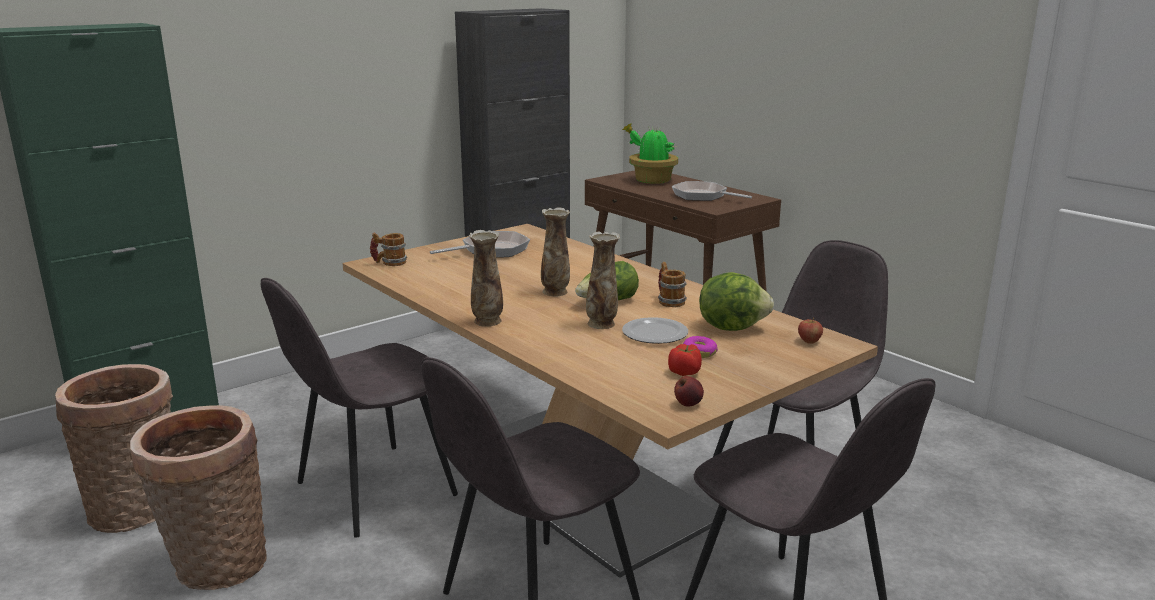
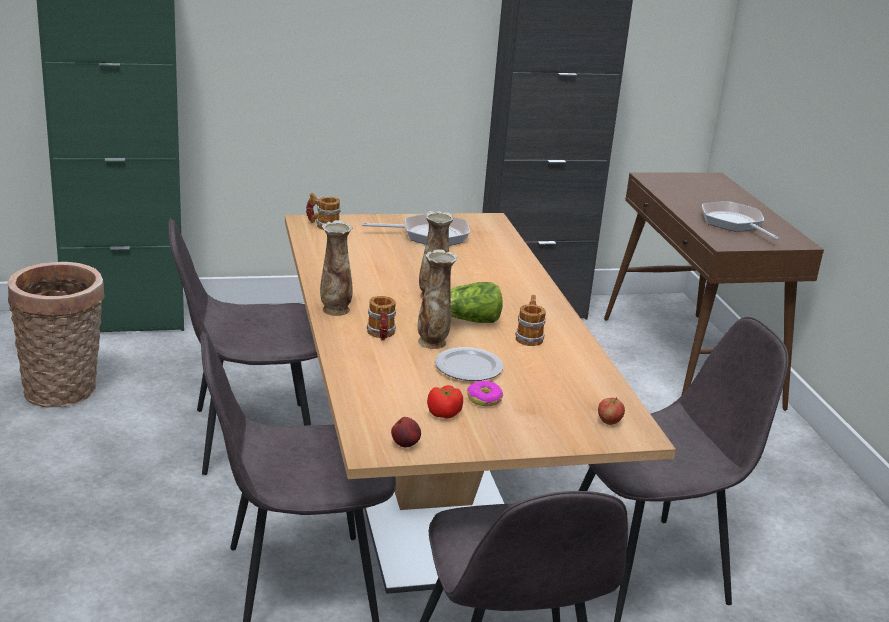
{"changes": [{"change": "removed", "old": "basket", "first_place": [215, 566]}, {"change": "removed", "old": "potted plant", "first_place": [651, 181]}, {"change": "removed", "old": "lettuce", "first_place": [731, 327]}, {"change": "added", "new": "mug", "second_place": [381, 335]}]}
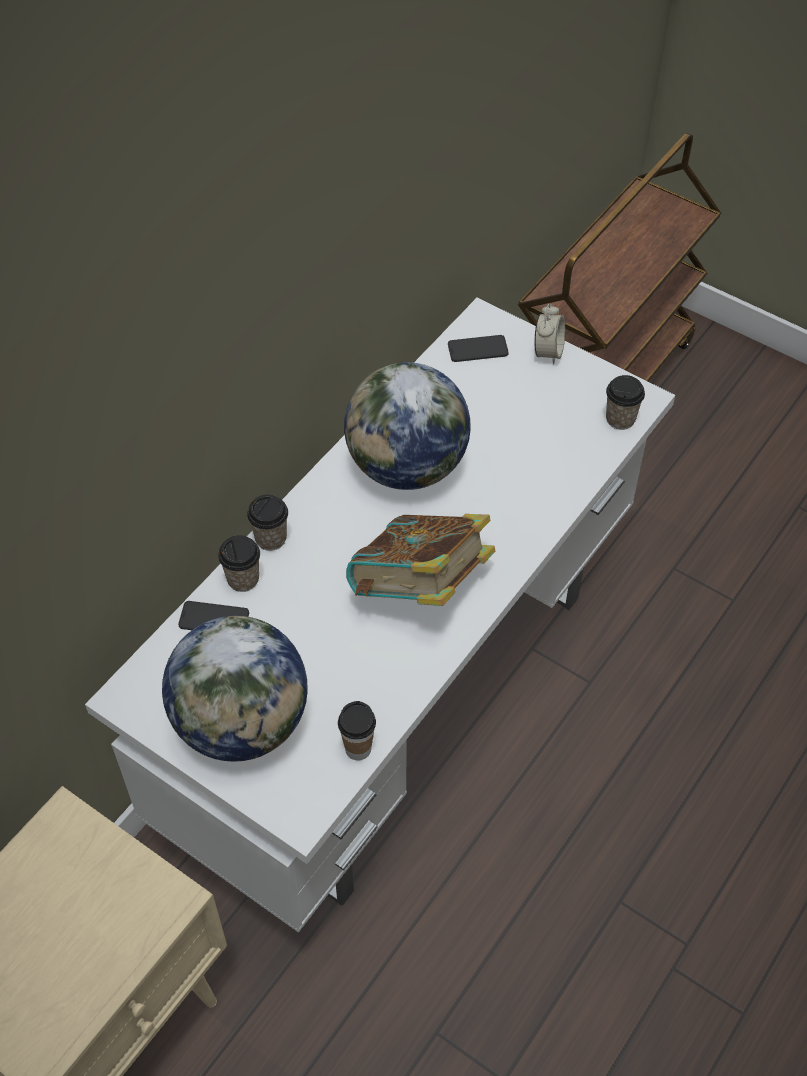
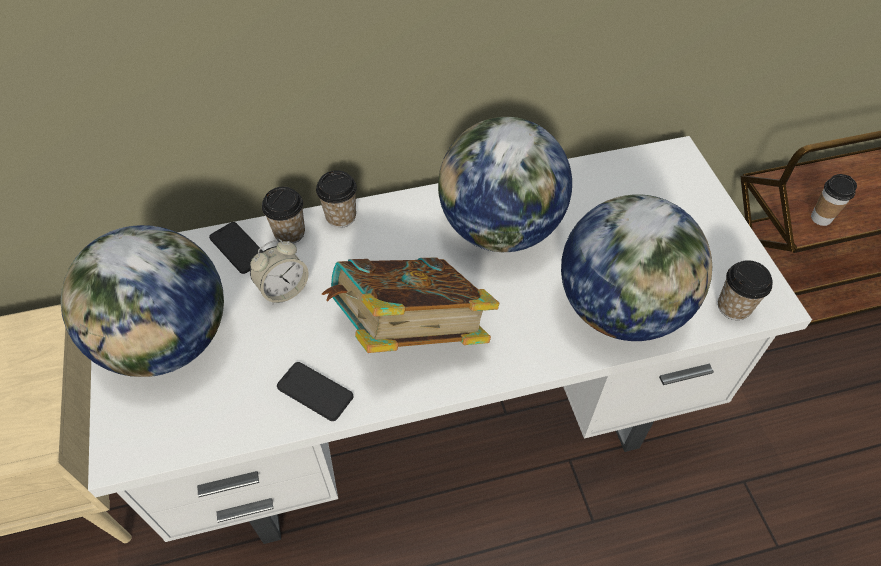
{"changes": [{"change": "added", "new": "globe", "second_place": [620, 308]}, {"change": "moved", "old": "cup", "first_place": [358, 749], "second_place": [821, 218]}, {"change": "moved", "old": "phone", "first_place": [478, 349], "second_place": [315, 391]}, {"change": "moved", "old": "alarm clock", "first_place": [548, 352], "second_place": [283, 289]}]}
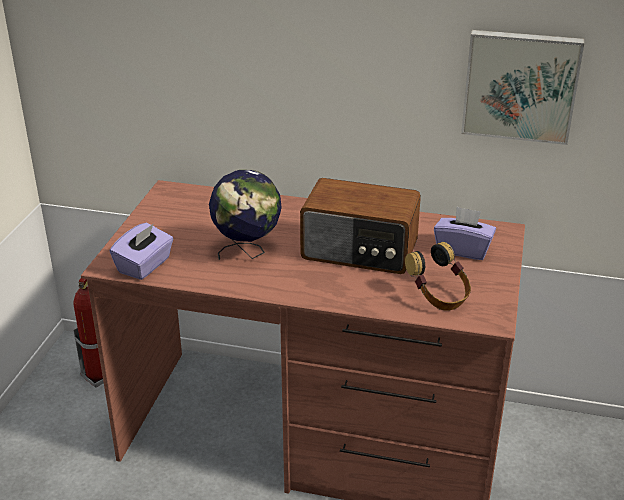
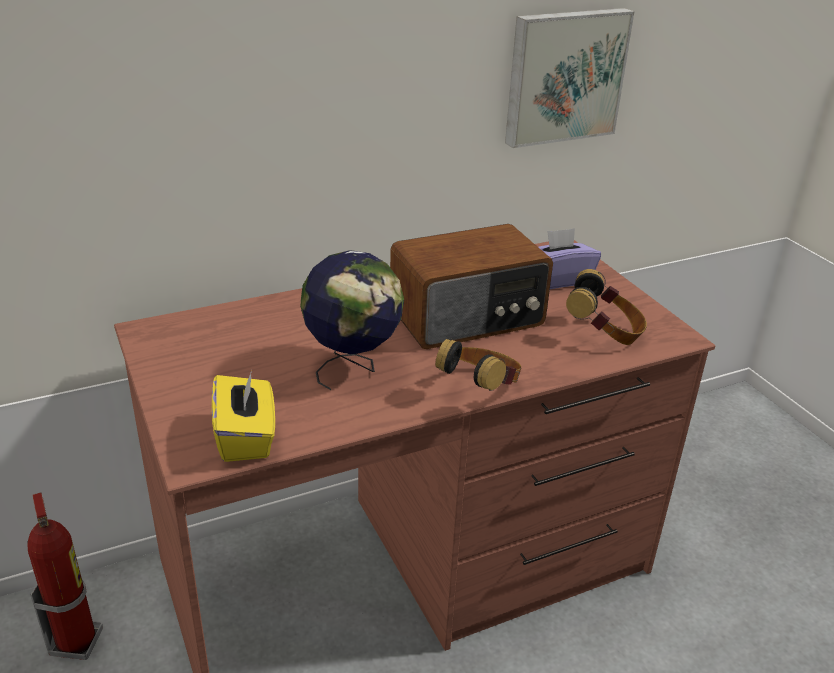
{"changes": [{"change": "added", "new": "headphones", "second_place": [480, 390]}, {"change": "recoloured", "old": "purple tissue box", "new": "yellow tissue box", "first_place": [145, 266], "second_place": [246, 437]}]}
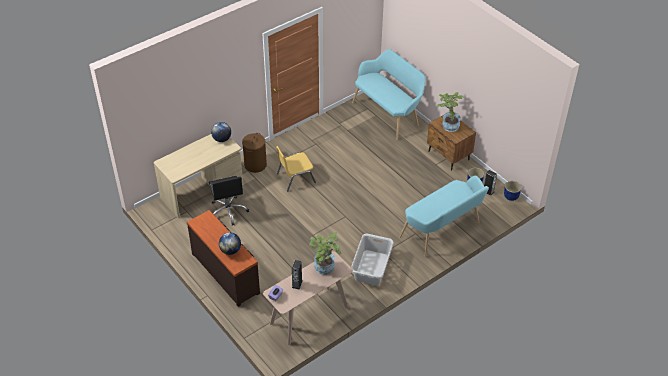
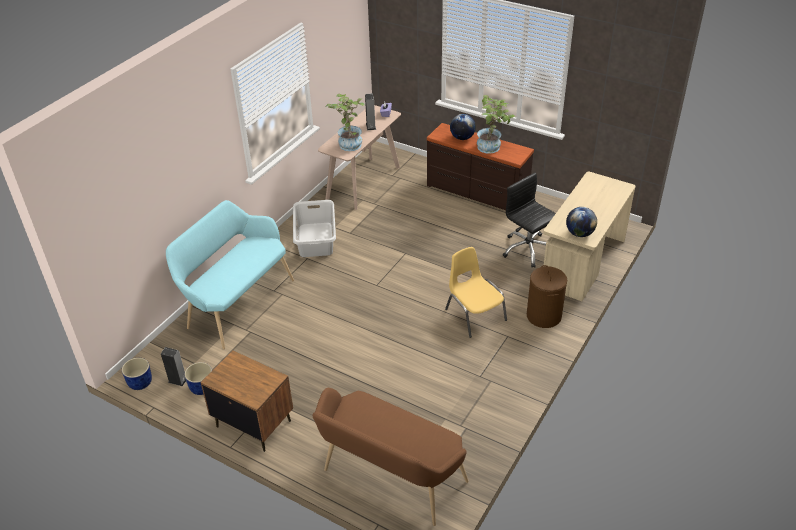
{"changes": [{"change": "moved", "old": "potted plant", "first_place": [448, 125], "second_place": [492, 147]}, {"change": "recoloured", "old": "turquoise bench", "new": "brown bench", "first_place": [388, 113], "second_place": [389, 479]}, {"change": "turned", "old": "yellow chair", "first_place": [295, 178], "second_place": [474, 314], "degrees": -75}]}
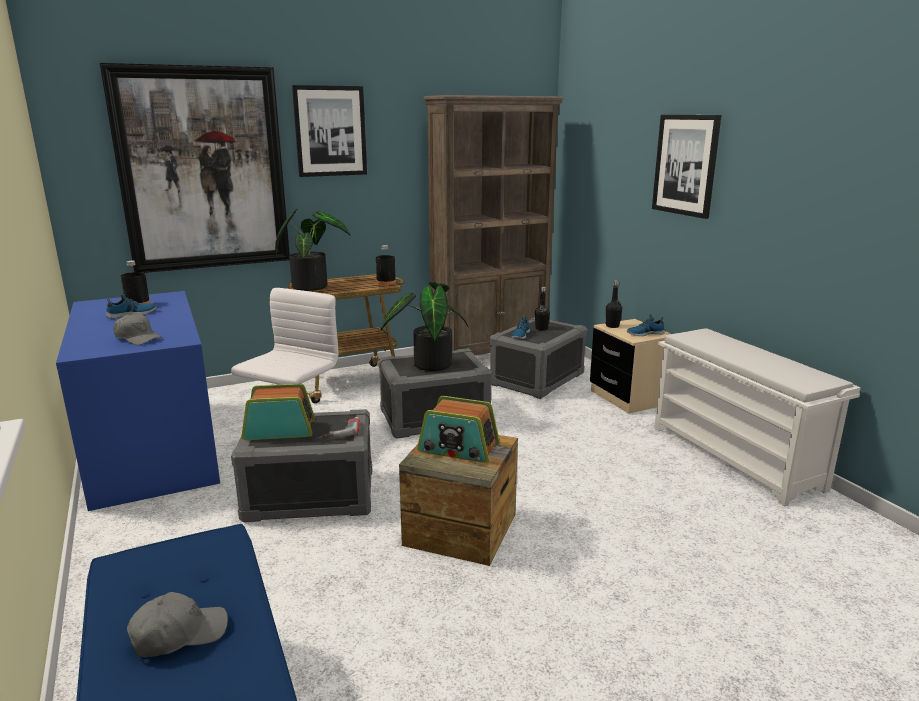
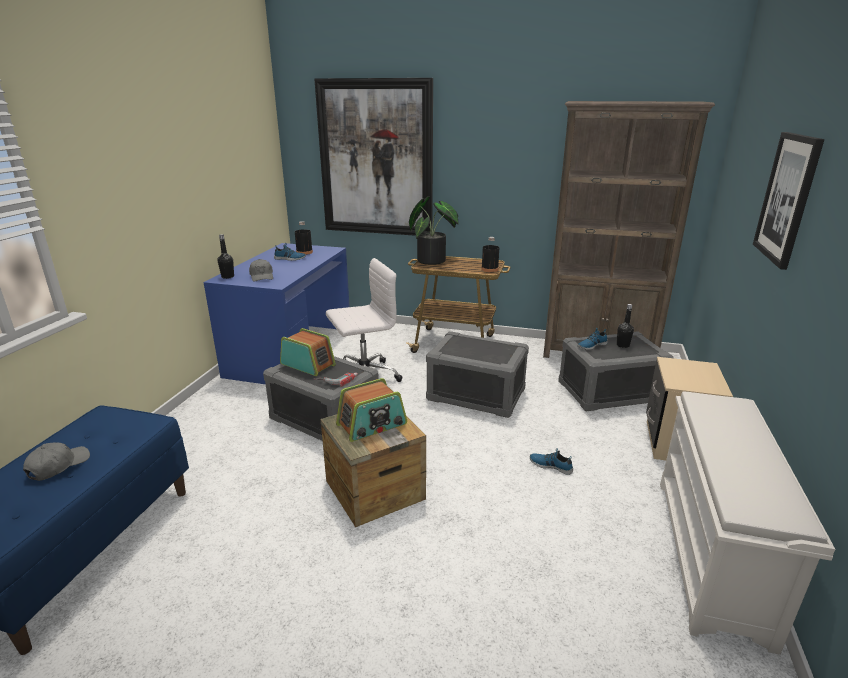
{"changes": [{"change": "removed", "old": "picture", "first_place": [330, 131]}, {"change": "removed", "old": "potted plant", "first_place": [429, 363]}, {"change": "moved", "old": "black bottle", "first_place": [612, 326], "second_place": [228, 277]}, {"change": "moved", "old": "shoe", "first_place": [645, 333], "second_place": [551, 465]}, {"change": "turned", "old": "grey cap", "first_place": [179, 634], "second_place": [58, 466], "degrees": -75}, {"change": "turned", "old": "radio", "first_place": [458, 448], "second_place": [372, 425], "degrees": -90}]}
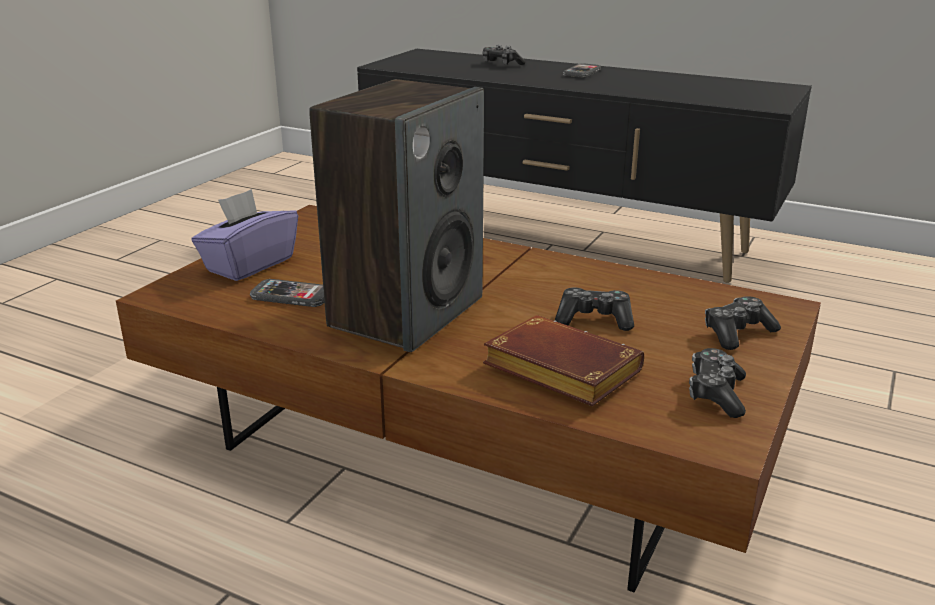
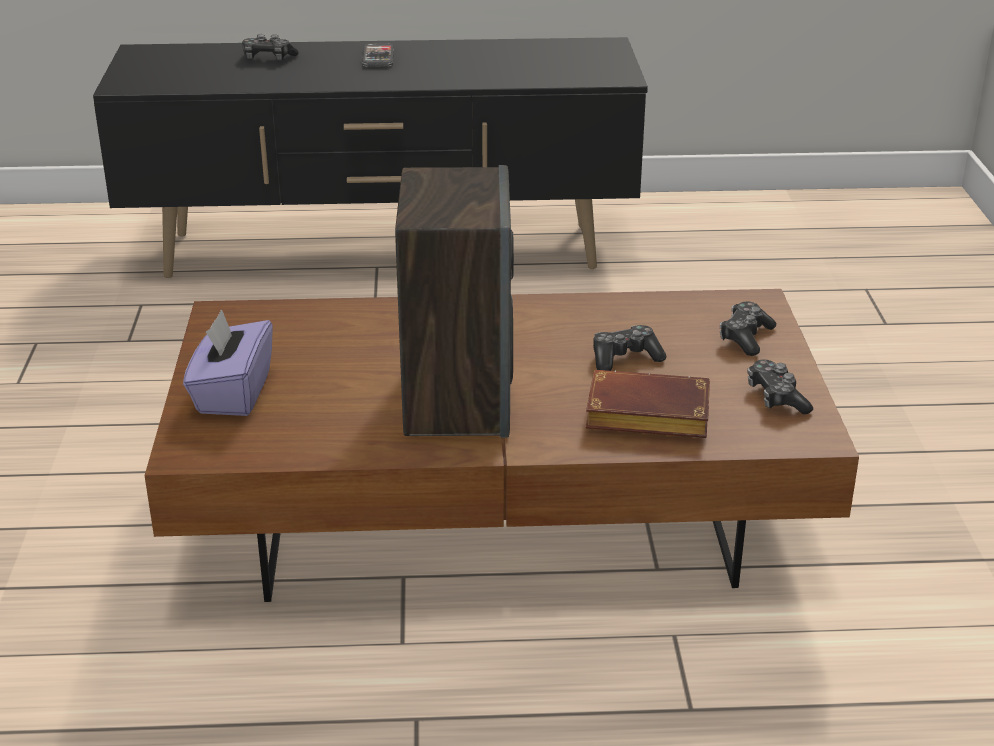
{"changes": [{"change": "removed", "old": "phone", "first_place": [291, 296]}]}
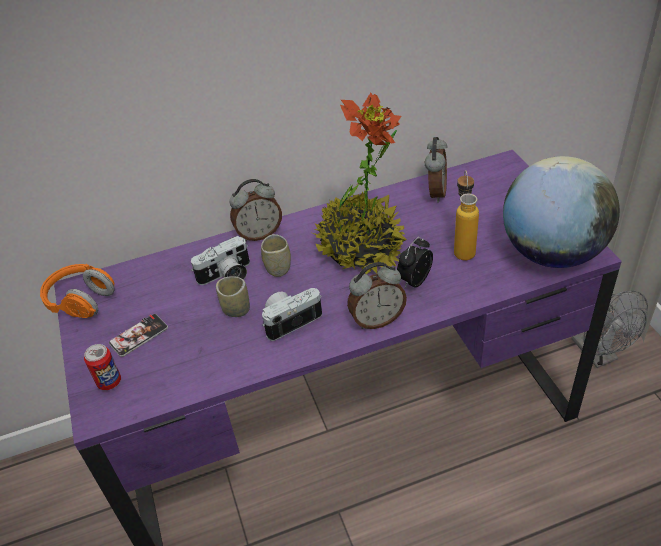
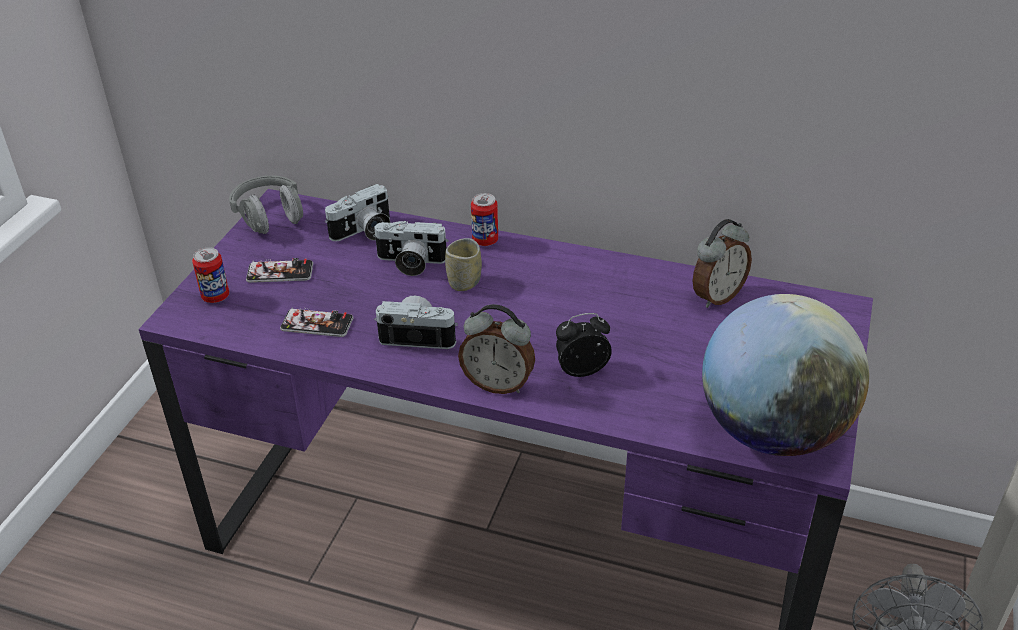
{"changes": [{"change": "removed", "old": "cup", "first_place": [236, 309]}, {"change": "removed", "old": "potted plant", "first_place": [361, 248]}, {"change": "removed", "old": "bottle", "first_place": [463, 248]}, {"change": "added", "new": "phone", "second_place": [317, 324]}, {"change": "added", "new": "photo camera", "second_place": [364, 232]}, {"change": "replaced", "old": "alarm clock", "new": "can", "first_place": [259, 234], "second_place": [485, 241]}, {"change": "recoloured", "old": "orange headphones", "new": "grey headphones", "first_place": [82, 301], "second_place": [270, 217]}]}
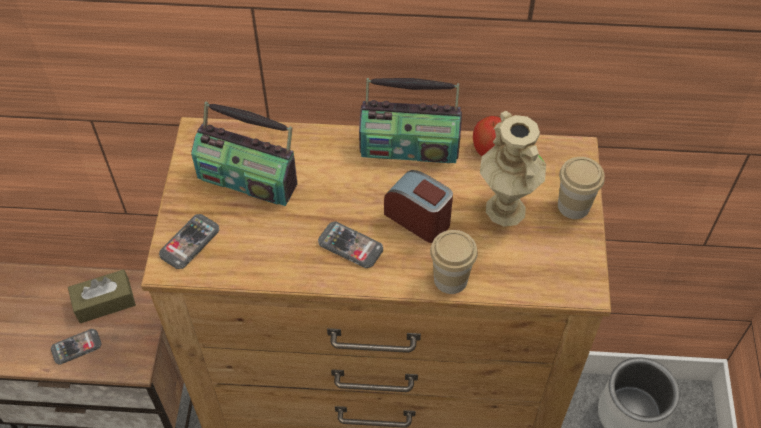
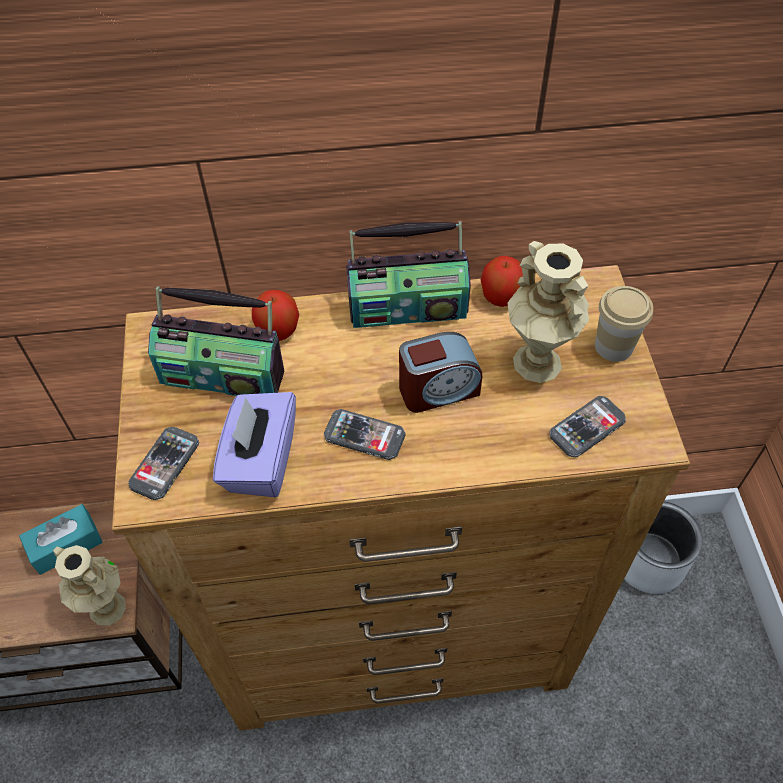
{"changes": [{"change": "removed", "old": "cup", "first_place": [450, 279]}, {"change": "added", "new": "beige vase", "second_place": [106, 608]}, {"change": "added", "new": "purple tissue box", "second_place": [260, 461]}, {"change": "added", "new": "apple", "second_place": [278, 331]}, {"change": "moved", "old": "phone", "first_place": [76, 347], "second_place": [587, 428]}, {"change": "recoloured", "old": "brown tissue box", "new": "turquoise tissue box", "first_place": [104, 302], "second_place": [66, 545]}, {"change": "turned", "old": "alarm clock", "first_place": [418, 218], "second_place": [438, 390], "degrees": 135}]}
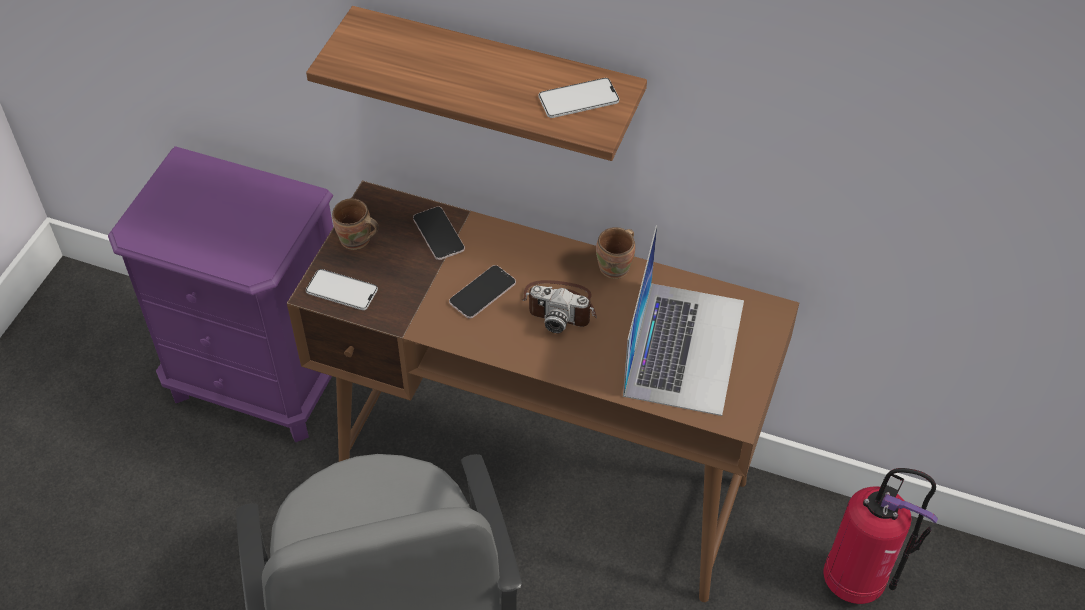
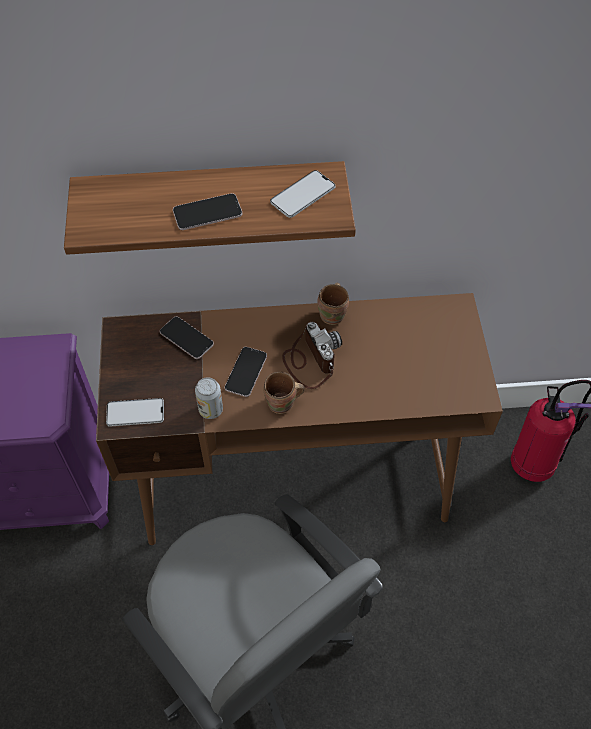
{"changes": [{"change": "removed", "old": "laptop", "first_place": [684, 347]}, {"change": "added", "new": "phone", "second_place": [207, 212]}, {"change": "added", "new": "can", "second_place": [210, 410]}, {"change": "moved", "old": "brown mug", "first_place": [356, 241], "second_place": [282, 404]}, {"change": "turned", "old": "photo camera", "first_place": [560, 306], "second_place": [310, 360], "degrees": -105}]}
